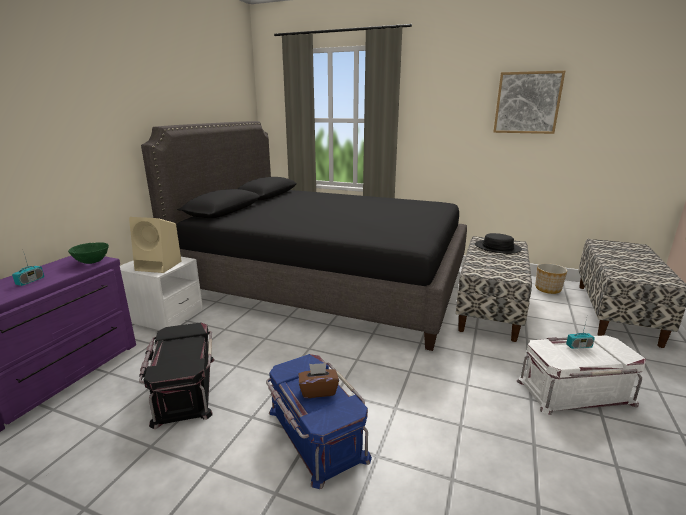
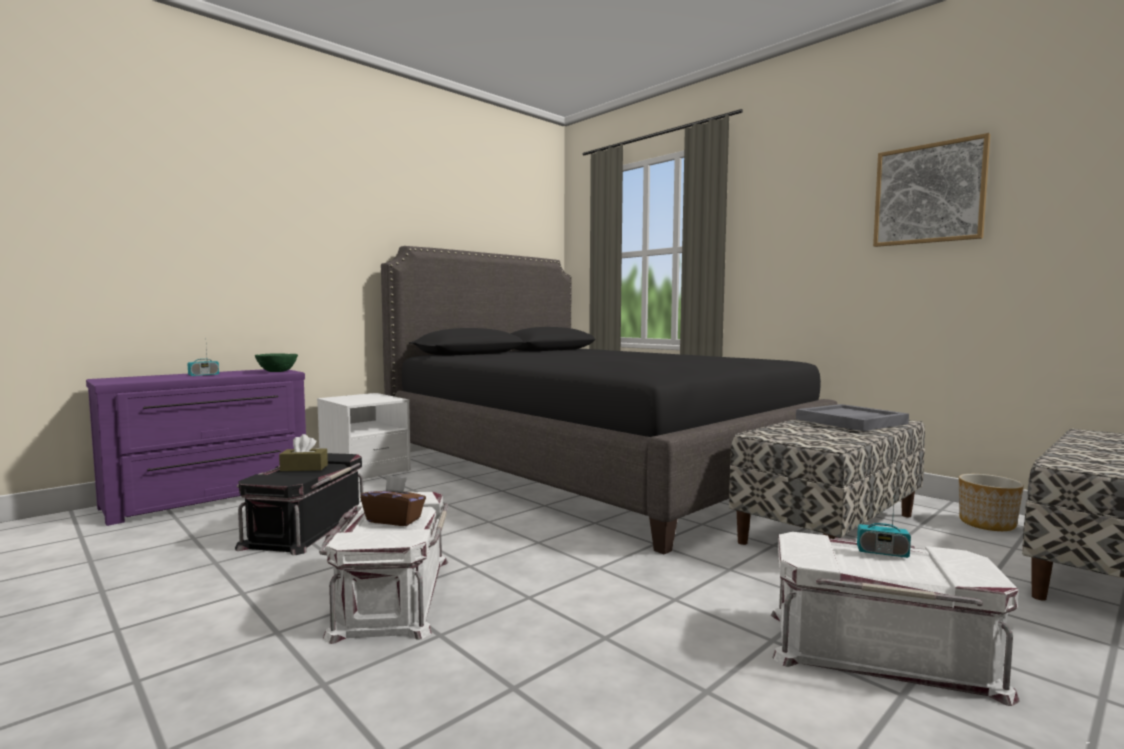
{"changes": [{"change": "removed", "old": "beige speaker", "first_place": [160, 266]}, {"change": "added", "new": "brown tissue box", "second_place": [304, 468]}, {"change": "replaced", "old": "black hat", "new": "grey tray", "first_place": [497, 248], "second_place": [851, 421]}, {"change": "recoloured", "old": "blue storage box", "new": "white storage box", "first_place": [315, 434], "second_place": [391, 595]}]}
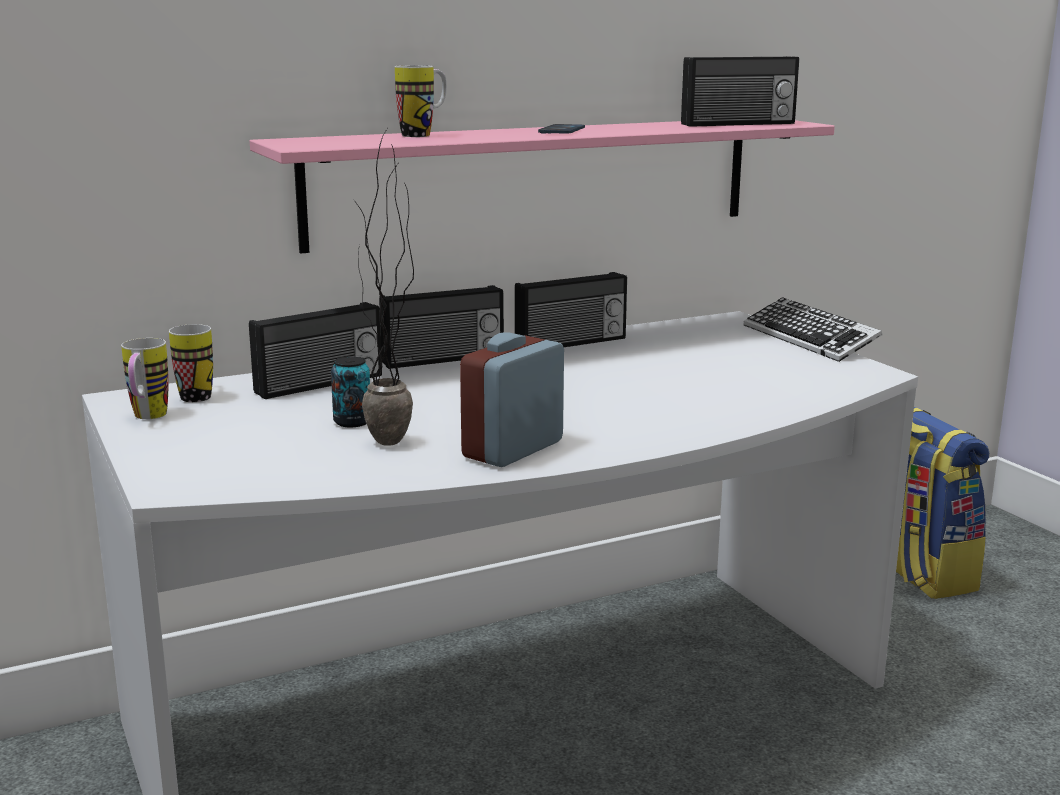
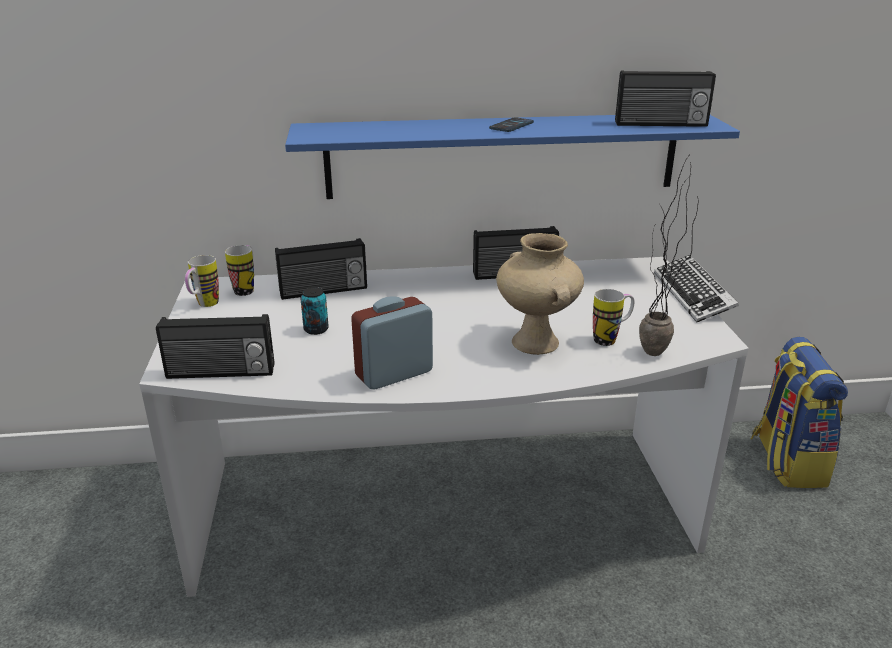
{"changes": [{"change": "added", "new": "beige vase", "second_place": [537, 343]}, {"change": "moved", "old": "potted plant", "first_place": [388, 448], "second_place": [653, 358]}, {"change": "moved", "old": "radio", "first_place": [443, 359], "second_place": [220, 373]}, {"change": "moved", "old": "mug", "first_place": [423, 135], "second_place": [610, 339]}, {"change": "recoloured", "old": "pink shelf", "new": "blue shelf", "first_place": [536, 180], "second_place": [503, 155]}]}
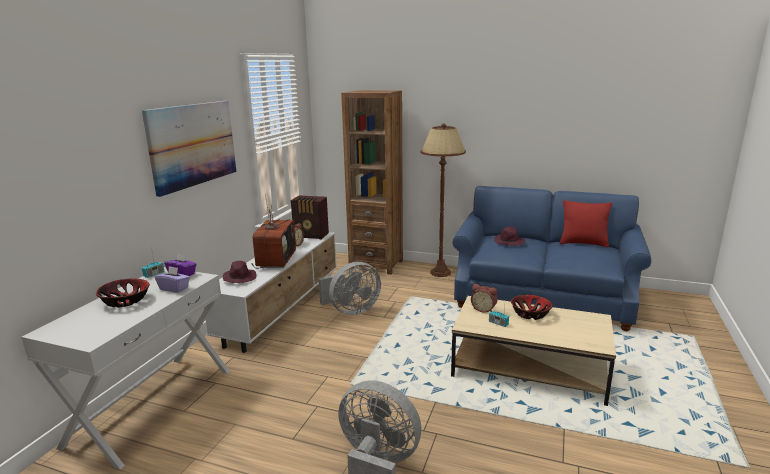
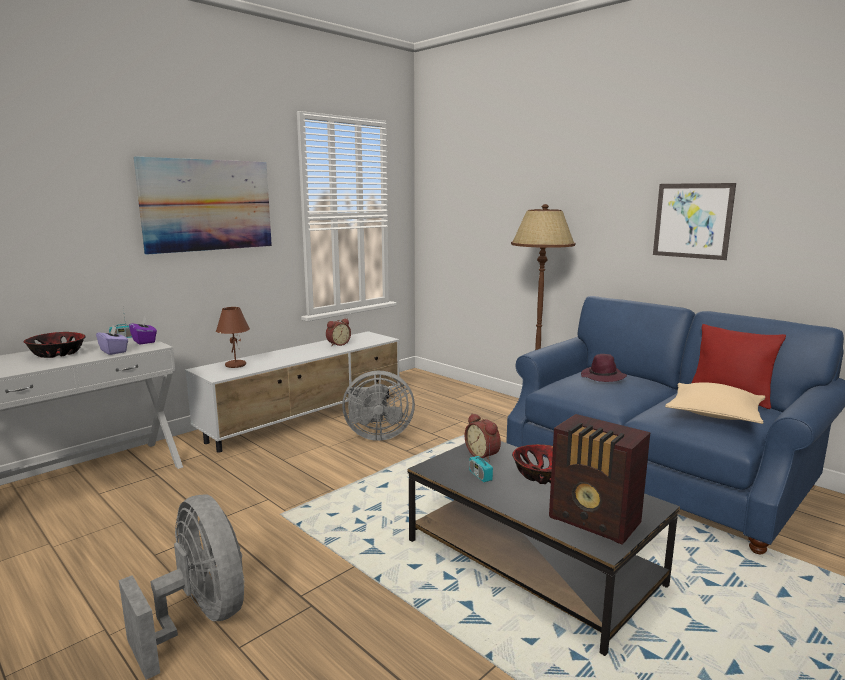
{"changes": [{"change": "removed", "old": "television", "first_place": [275, 260]}, {"change": "removed", "old": "brown bookcase", "first_place": [376, 265]}, {"change": "added", "new": "picture", "second_place": [692, 220]}, {"change": "added", "new": "beige pillow", "second_place": [714, 413]}, {"change": "moved", "old": "radio", "first_place": [311, 235], "second_place": [595, 522]}, {"change": "replaced", "old": "purple hat", "new": "brown table lamp", "first_place": [239, 278], "second_place": [235, 365]}, {"change": "recoloured", "old": "beige coffee table", "new": "black coffee table", "first_place": [530, 369], "second_place": [533, 563]}]}
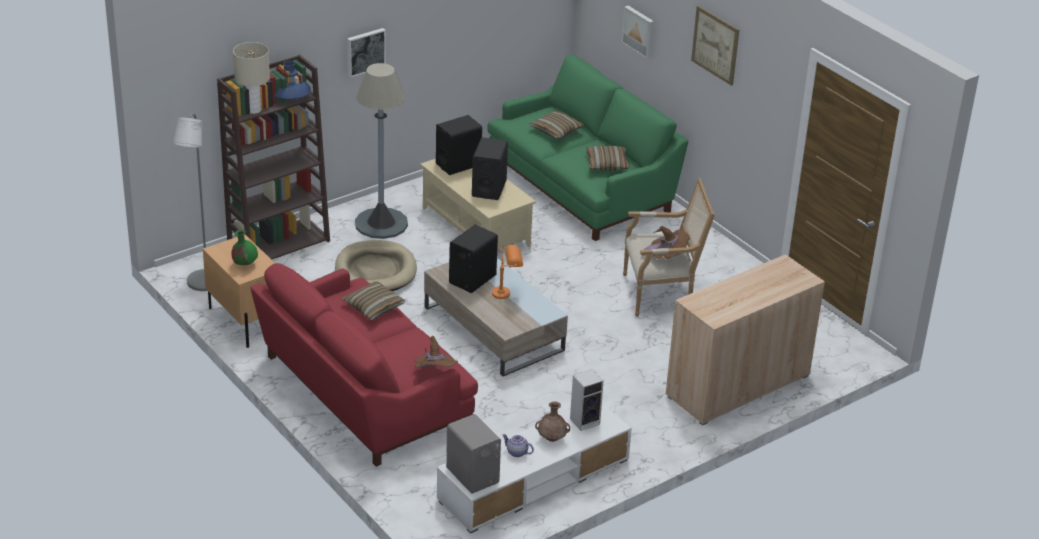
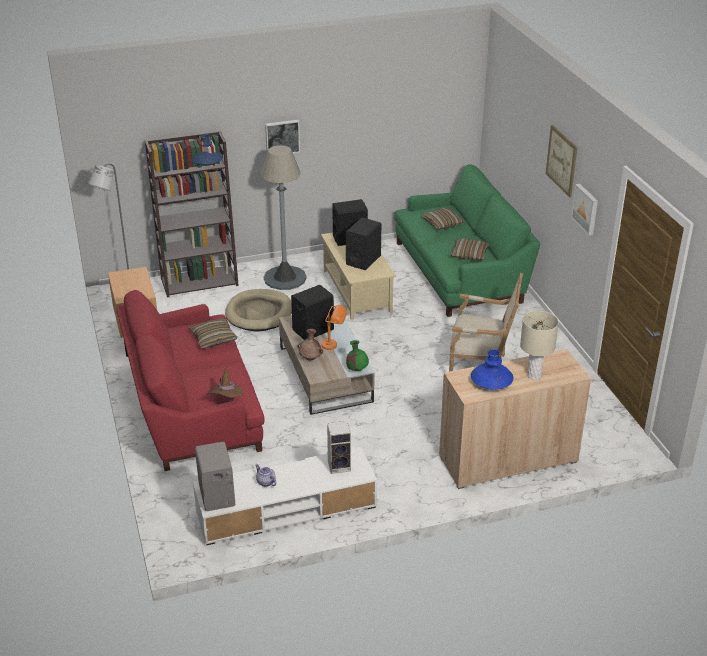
{"changes": [{"change": "removed", "old": "brown hat", "first_place": [667, 256]}, {"change": "added", "new": "blue vase", "second_place": [491, 383]}, {"change": "moved", "old": "green vase", "first_place": [245, 264], "second_place": [357, 369]}, {"change": "moved", "old": "beige table lamp", "first_place": [253, 110], "second_place": [533, 375]}, {"change": "moved", "old": "brown vase", "first_place": [552, 439], "second_place": [310, 358]}, {"change": "moved", "old": "picture", "first_place": [639, 31], "second_place": [586, 209]}]}
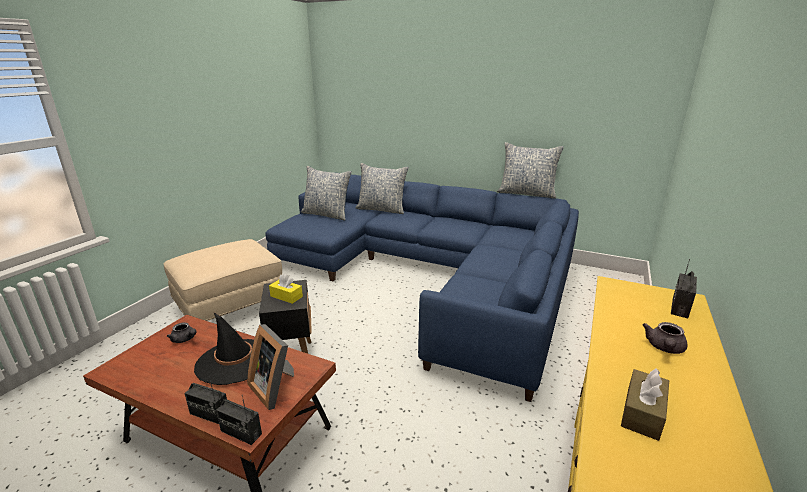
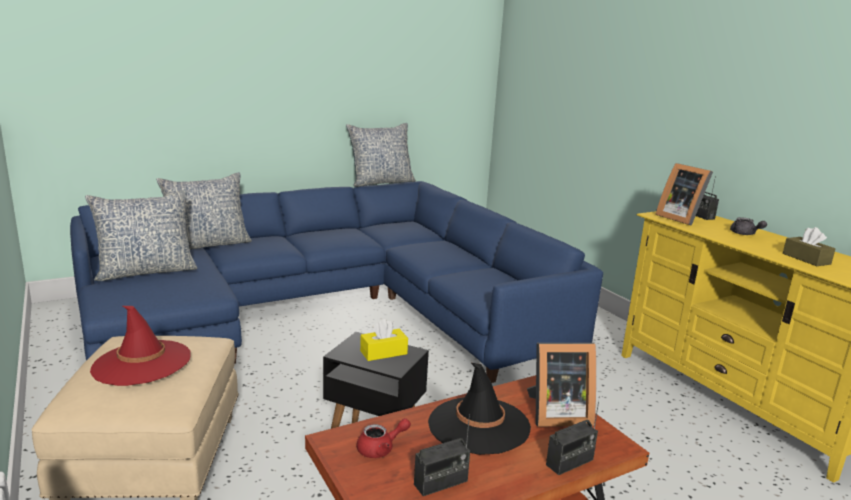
{"changes": [{"change": "added", "new": "red hat", "second_place": [141, 363]}, {"change": "added", "new": "picture frame", "second_place": [680, 218]}, {"change": "moved", "old": "radio", "first_place": [241, 433], "second_place": [441, 483]}, {"change": "recoloured", "old": "grey teapot", "new": "red teapot", "first_place": [185, 339], "second_place": [381, 449]}]}
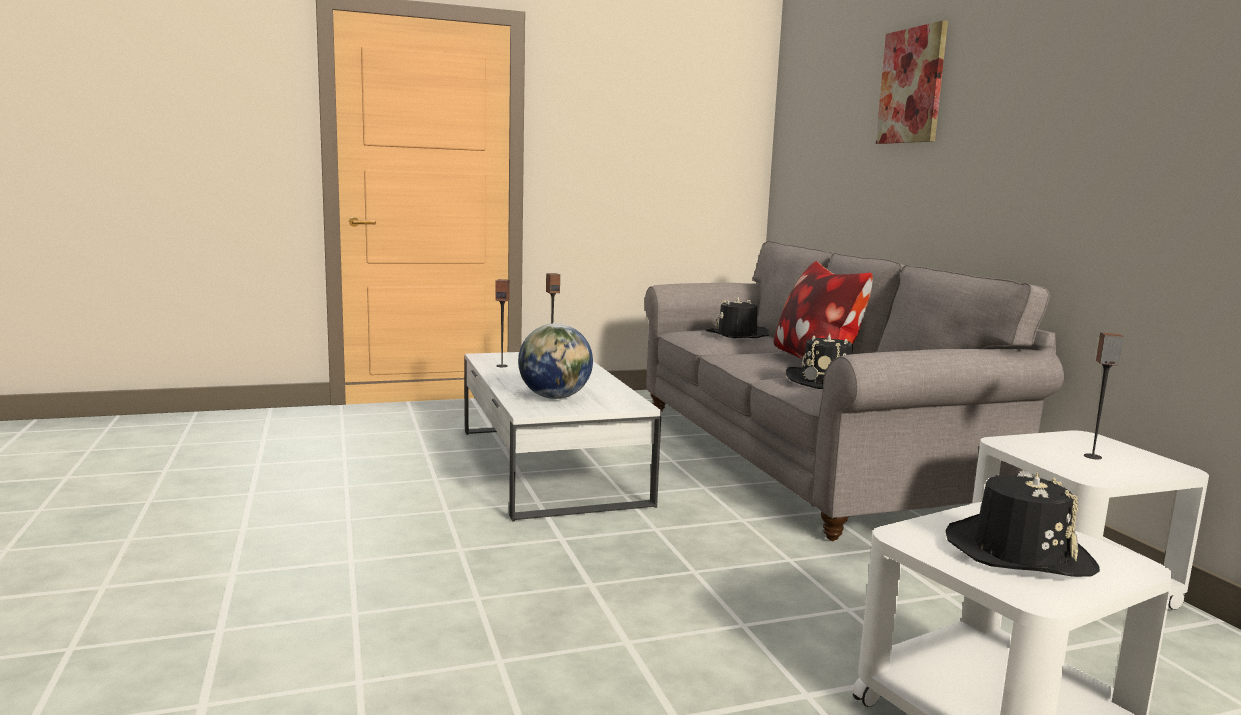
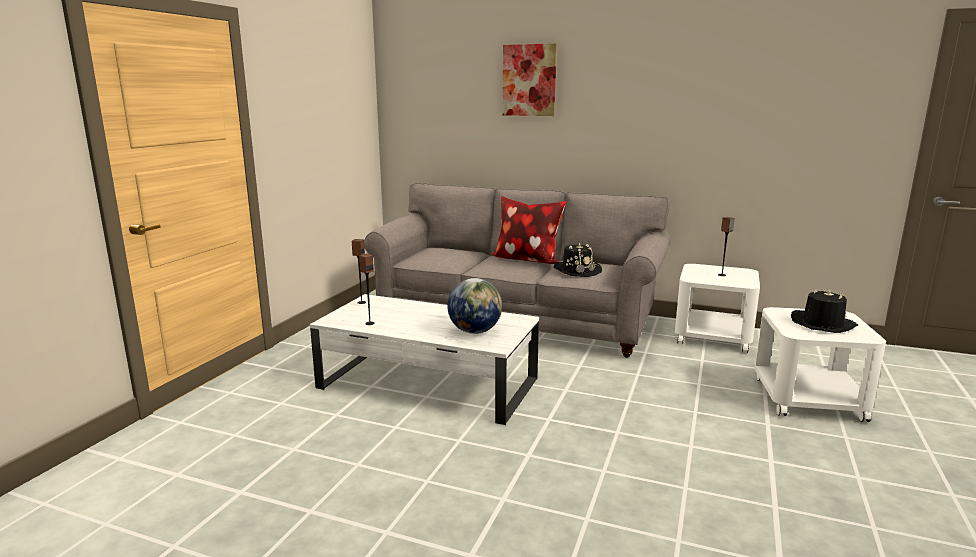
{"changes": [{"change": "removed", "old": "black hat", "first_place": [737, 335]}]}
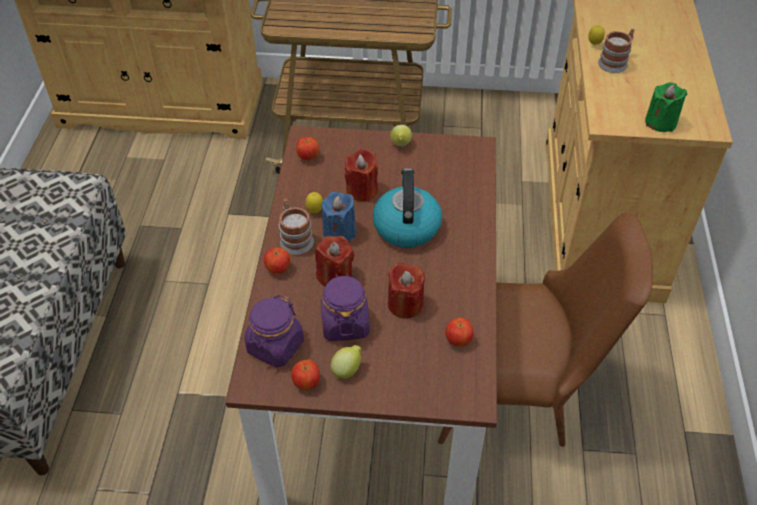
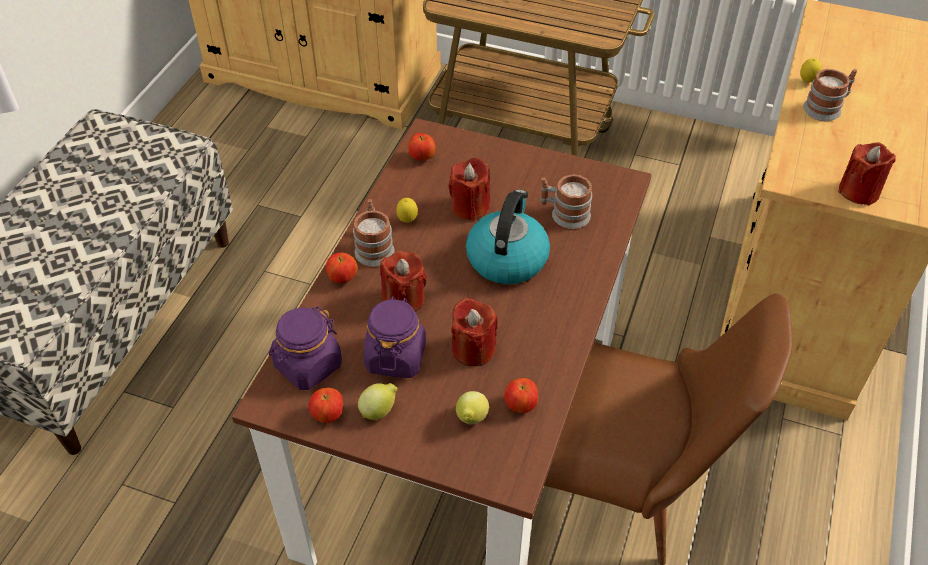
{"changes": [{"change": "removed", "old": "blue candle", "first_place": [339, 232]}, {"change": "added", "new": "mug", "second_place": [564, 214]}, {"change": "moved", "old": "lemon", "first_place": [400, 145], "second_place": [471, 419]}, {"change": "recoloured", "old": "green candle", "new": "red candle", "first_place": [660, 122], "second_place": [859, 191]}]}
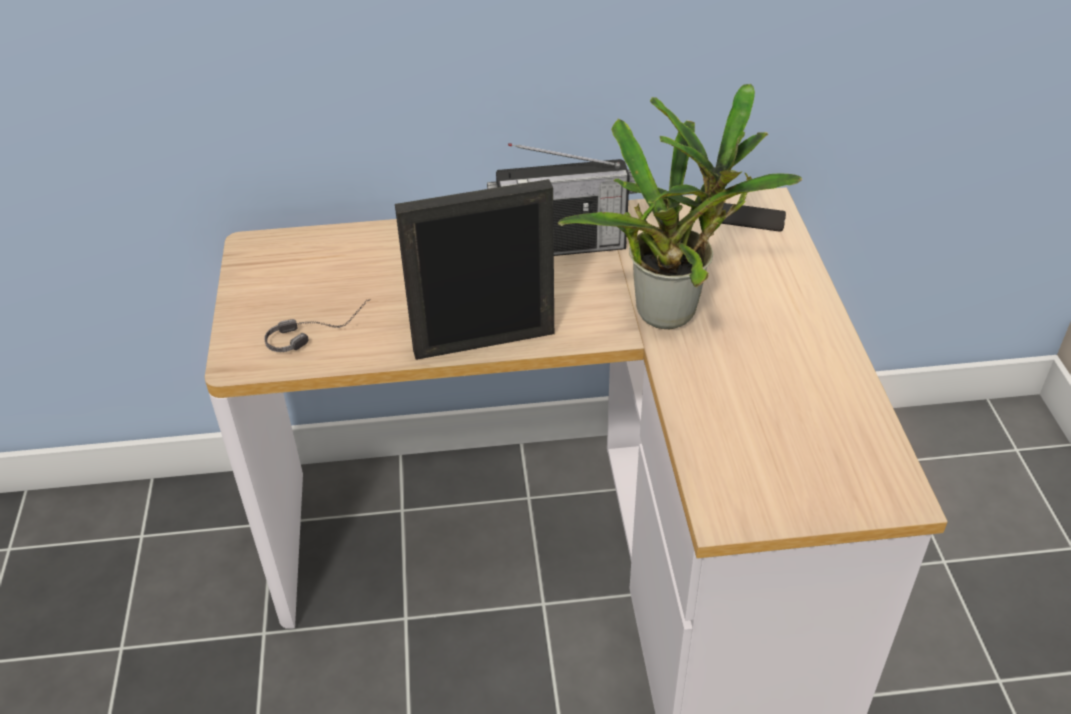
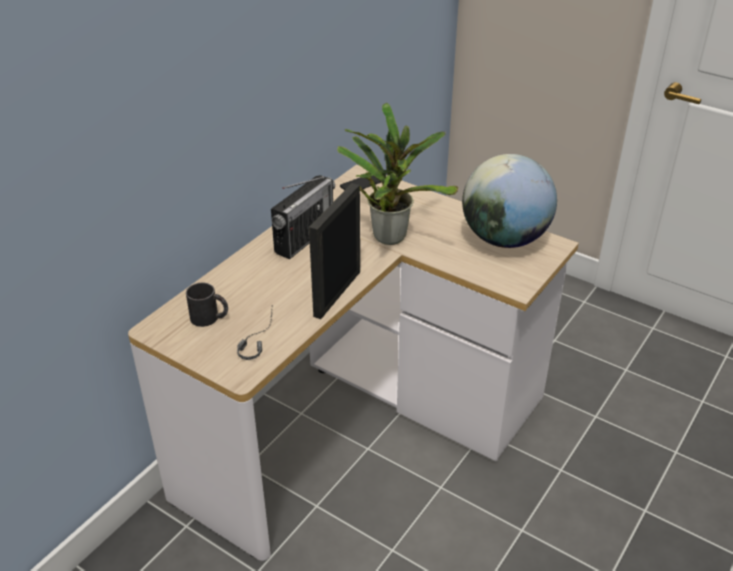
{"changes": [{"change": "added", "new": "black mug", "second_place": [210, 318]}, {"change": "added", "new": "globe", "second_place": [504, 239]}]}
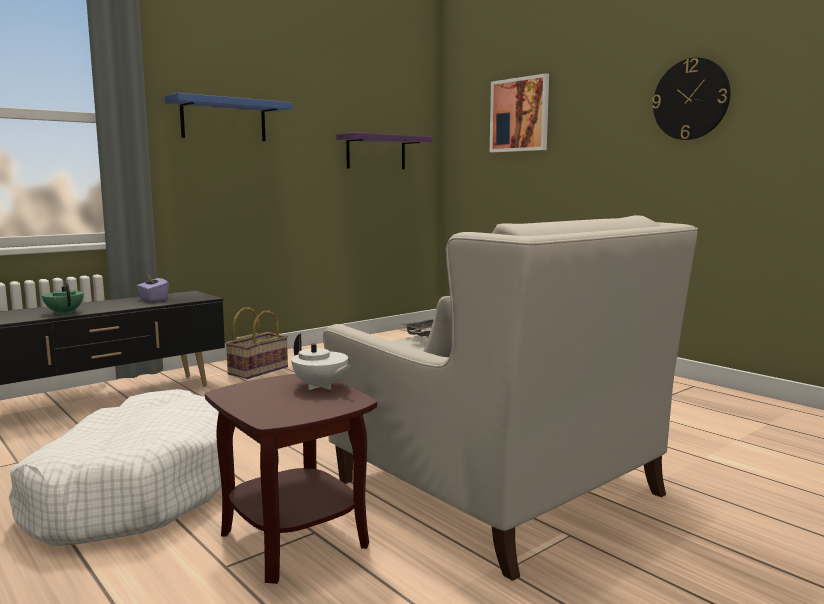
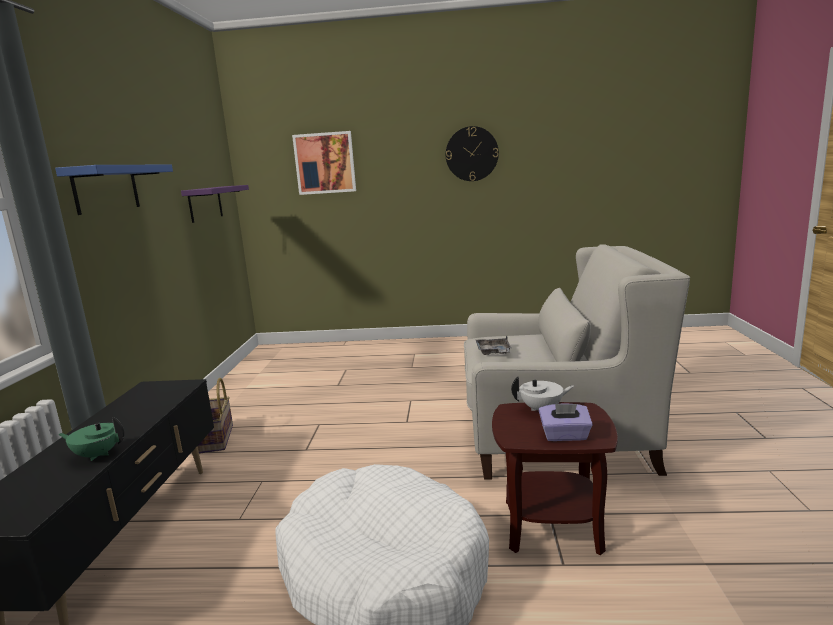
{"changes": [{"change": "moved", "old": "purple tissue box", "first_place": [153, 299], "second_place": [565, 436]}]}
